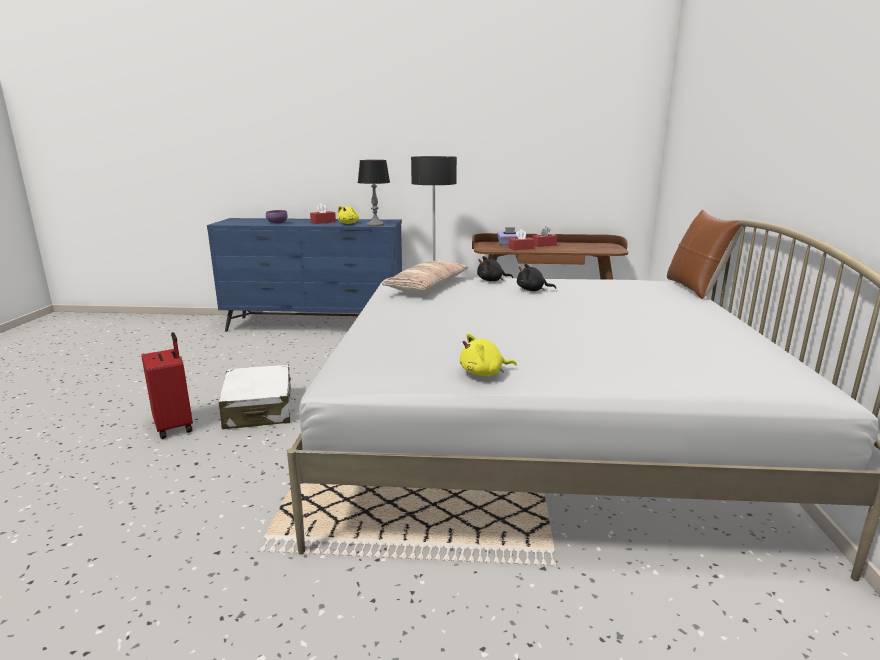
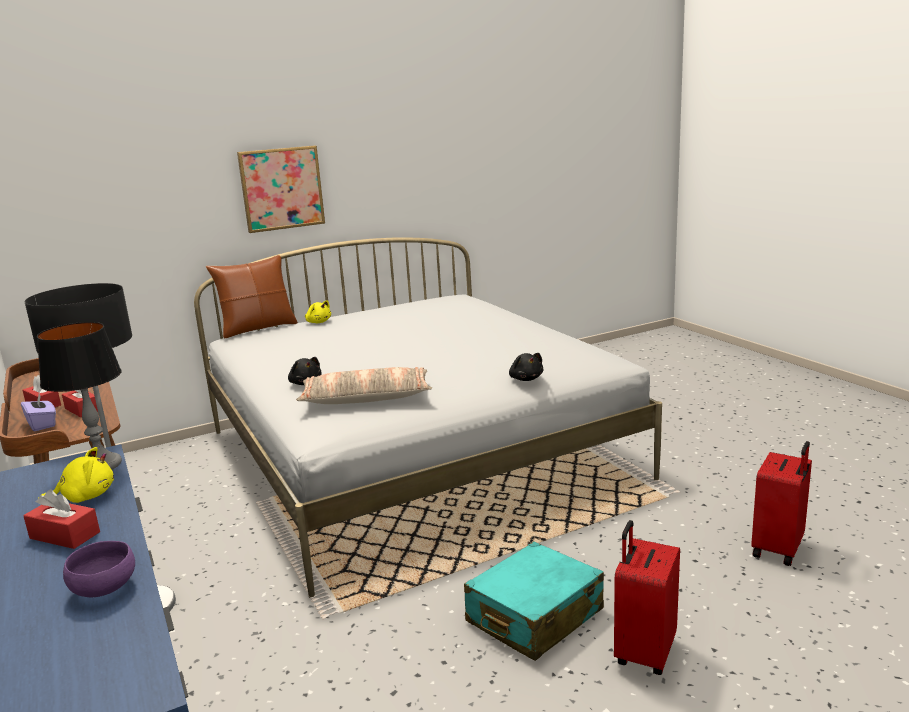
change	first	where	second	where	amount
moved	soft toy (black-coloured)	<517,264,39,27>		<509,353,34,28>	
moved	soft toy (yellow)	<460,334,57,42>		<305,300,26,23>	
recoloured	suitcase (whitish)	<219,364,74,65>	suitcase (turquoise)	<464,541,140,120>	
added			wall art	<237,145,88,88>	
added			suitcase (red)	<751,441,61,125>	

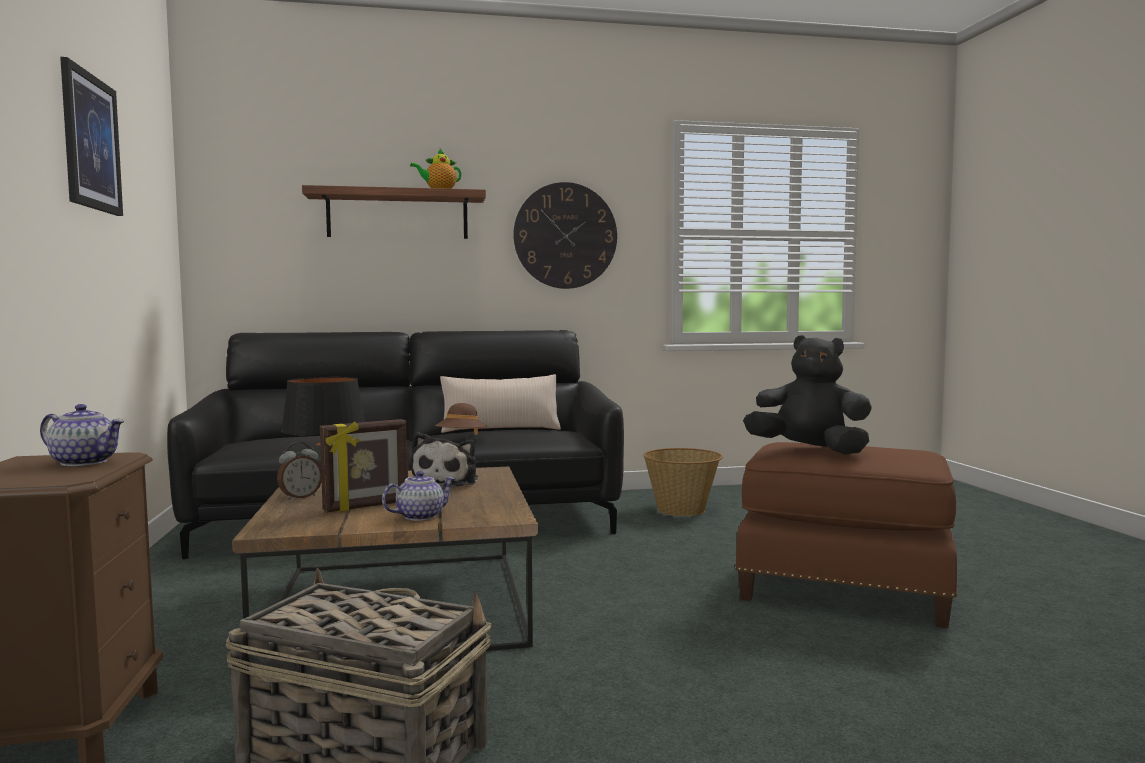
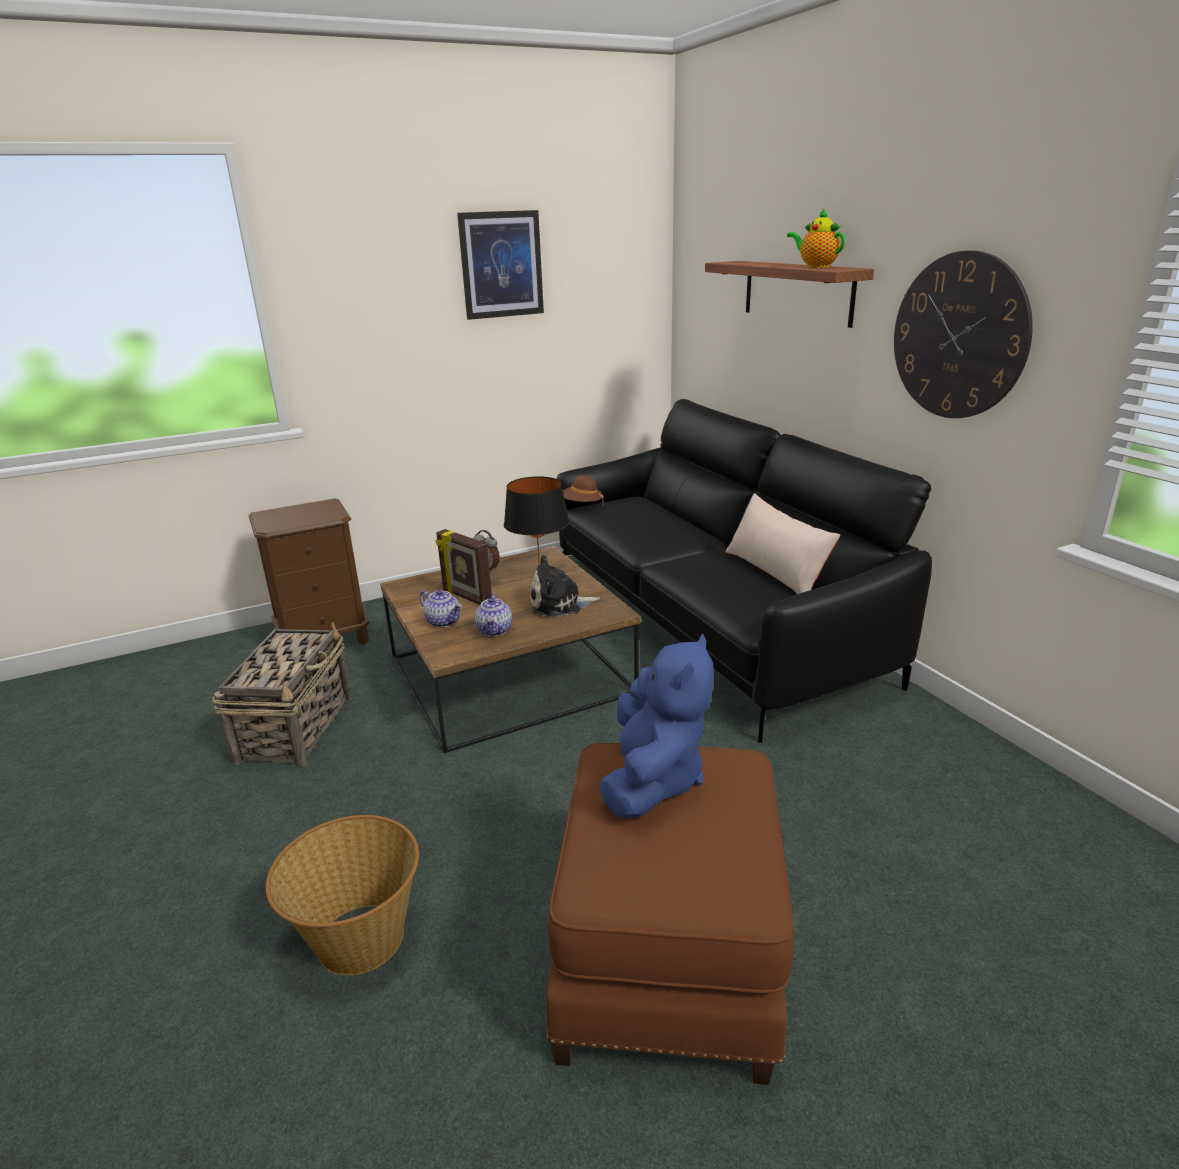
change	first	where	second	where	amount
recoloured	soft toy (black-coloured)	<743,335,129,120>	soft toy (blue-coloured)	<599,633,114,186>	
moved	hat (brownish)	<435,403,52,32>		<563,475,41,30>	
moved	tea pot	<40,404,84,62>		<475,594,37,42>	
moved	household basket	<643,448,80,68>		<266,815,153,161>	

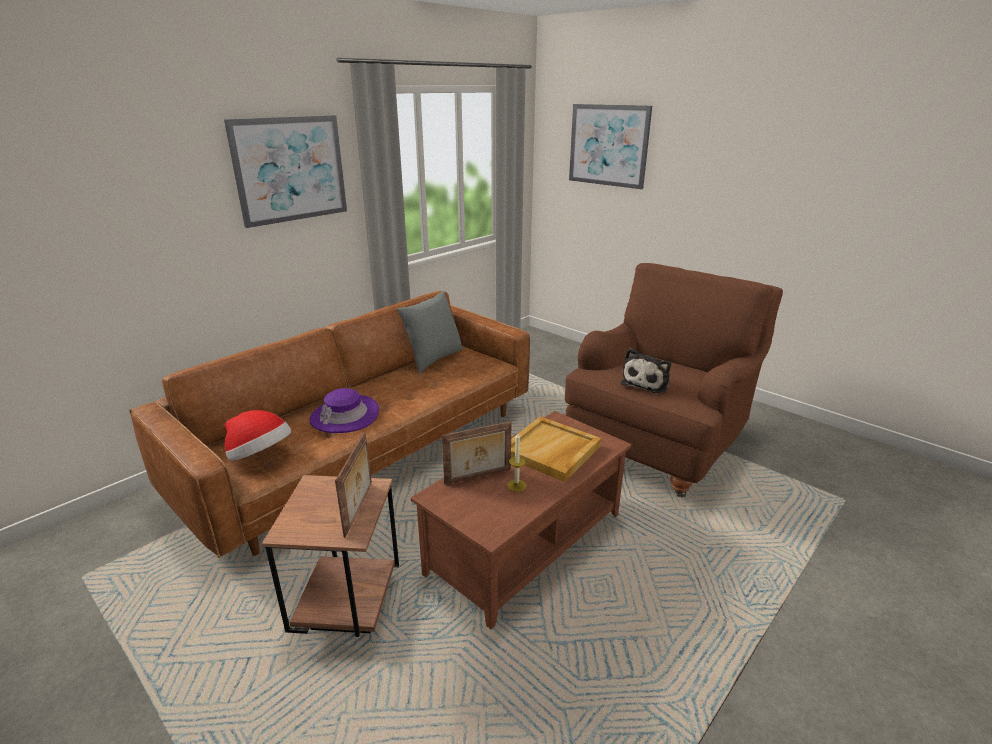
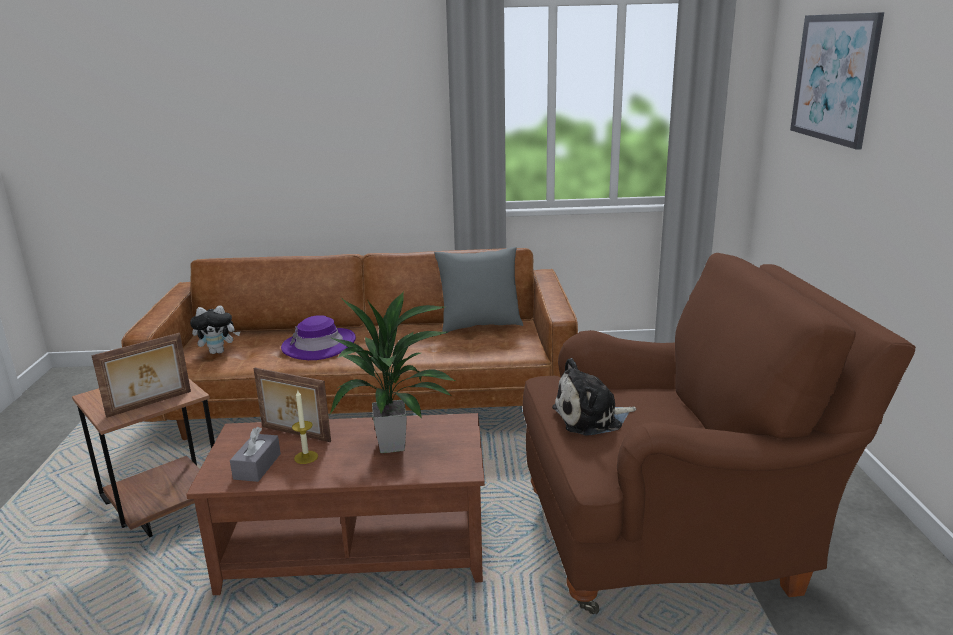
change	first	where	second	where	amount
removed	wall art	<224,115,123,113>			
replaced	hat	<224,410,67,51>	soft toy	<190,306,50,48>	
replaced	tray (sand-coloured)	<511,416,90,66>	houseplant	<330,291,125,162>	
added			tissue holder (gray)	<230,427,51,55>	

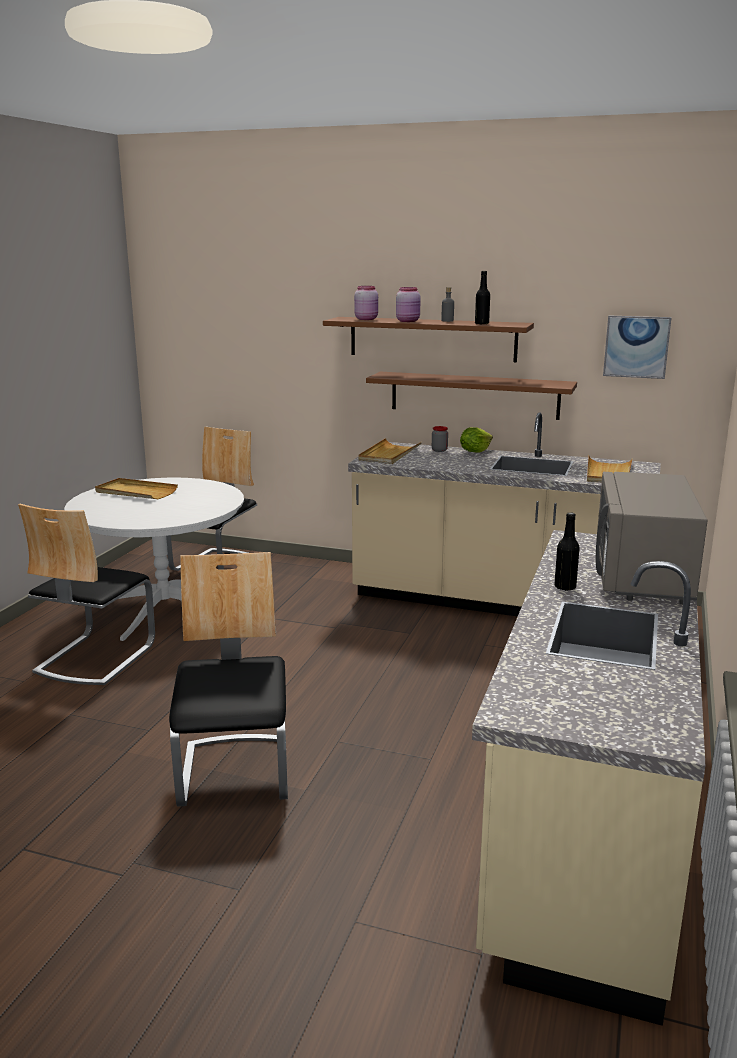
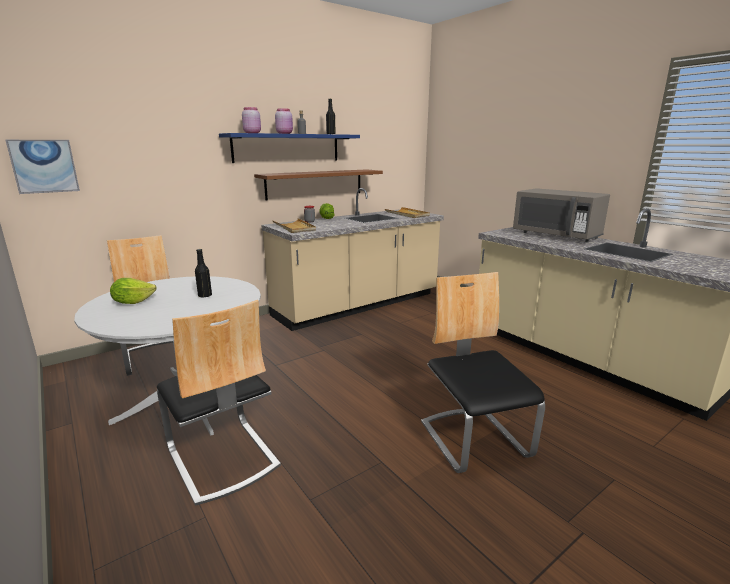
change	first	where	second	where	amount
moved	wall art	<603,316,69,63>		<5,140,75,54>	
recoloured	bracket shelf (brownish)	<323,317,211,45>	bracket shelf (blue-coloured)	<219,133,141,30>	
replaced	tray (sand-coloured)	<95,478,83,21>	lettuce	<110,278,46,26>	
moved	drink bottle (black-coloured)	<554,512,26,79>		<195,249,17,48>	
turned	plain chair	<169,552,119,255>		<421,272,124,201>	45 degrees clockwise

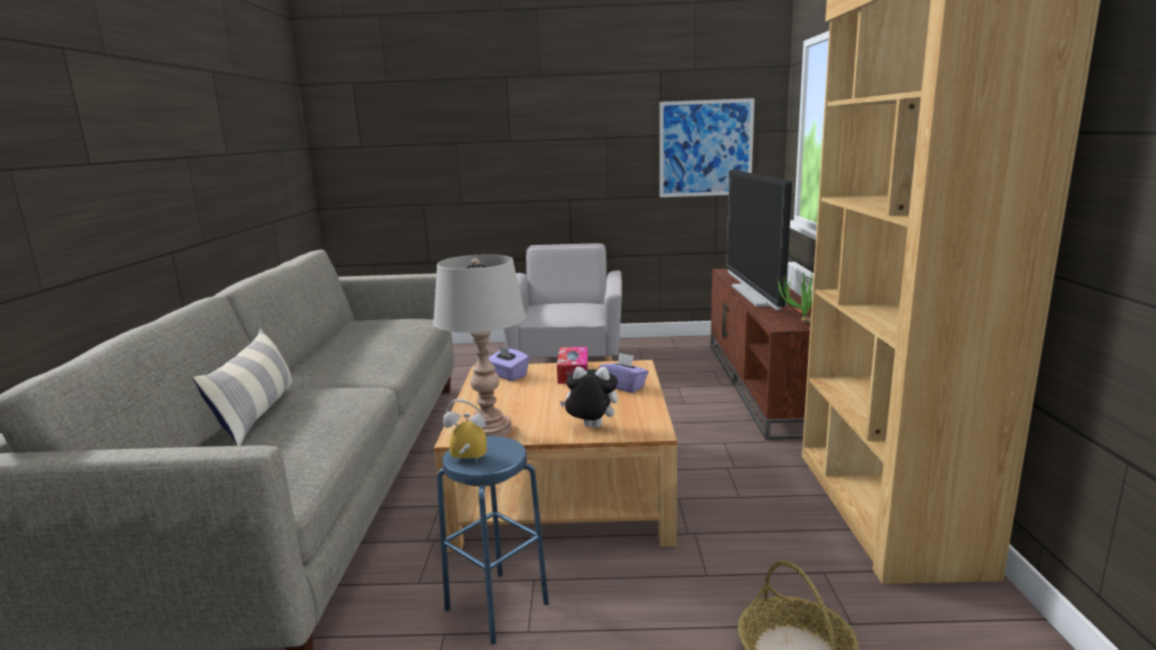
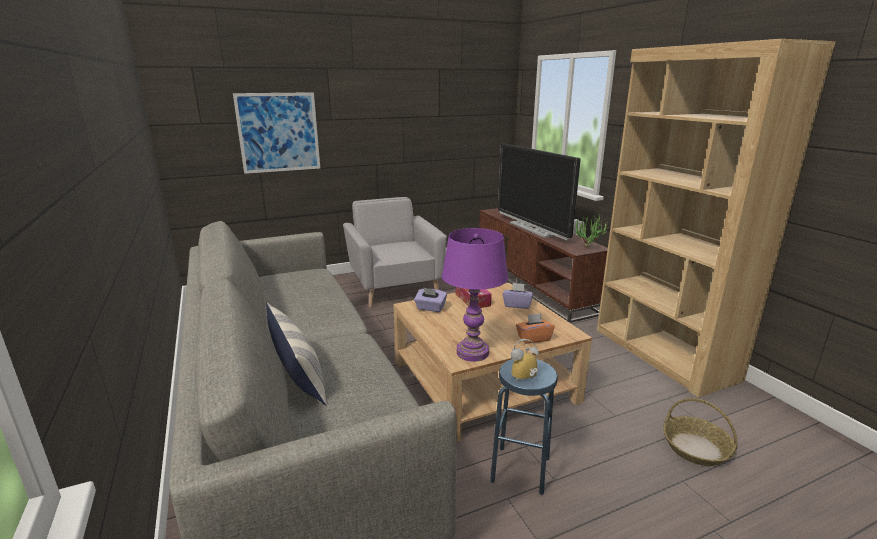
change	first	where	second	where	amount
moved	wall art	<660,98,95,99>		<233,92,87,82>	
recoloured	tabletop lamp (gray)	<433,255,93,182>	tabletop lamp (purplish)	<442,228,66,134>	
replaced	soft toy	<560,367,58,61>	tissue holder (orangey)	<516,313,39,31>	

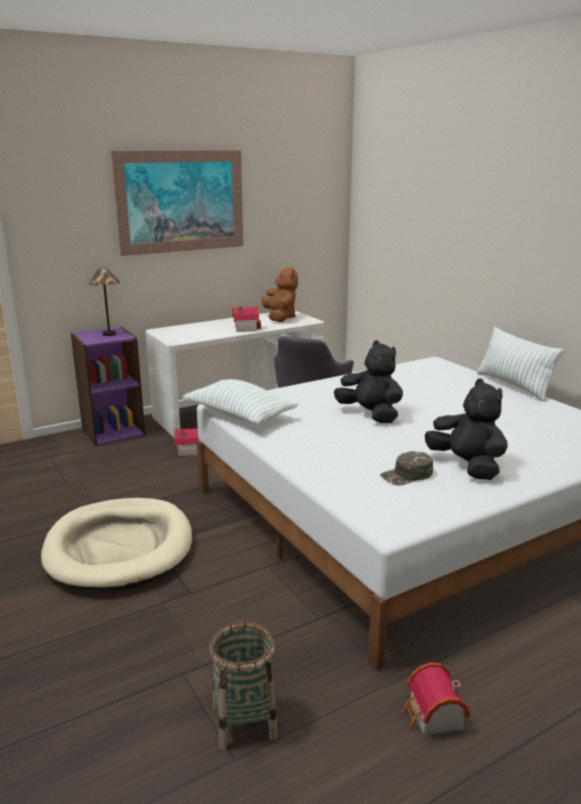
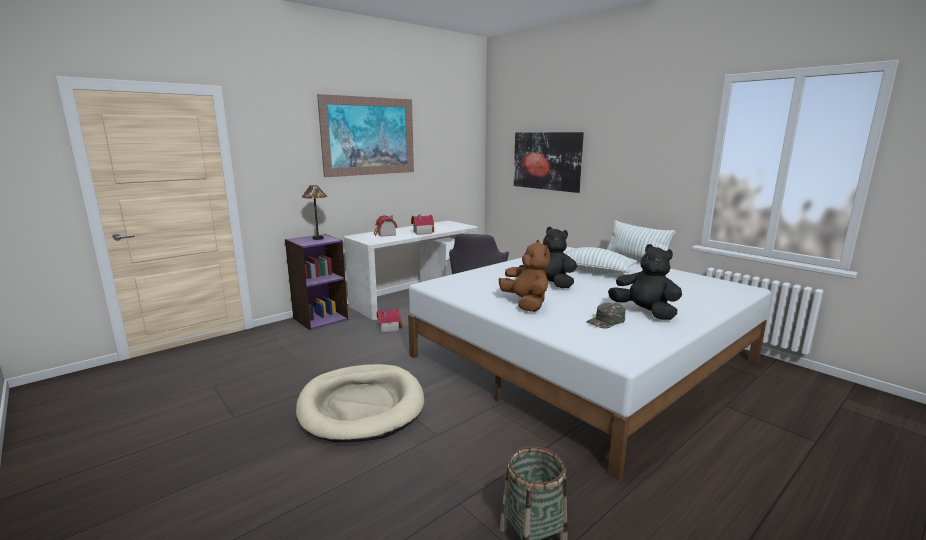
change	first	where	second	where	amount
moved	soft toy (brownish)	<262,266,36,56>		<499,240,51,72>	
moved	throw pillow	<183,379,115,46>		<564,247,73,27>	
moved	toy house	<402,662,68,74>		<374,215,23,22>	
added			wall art	<514,132,70,61>	

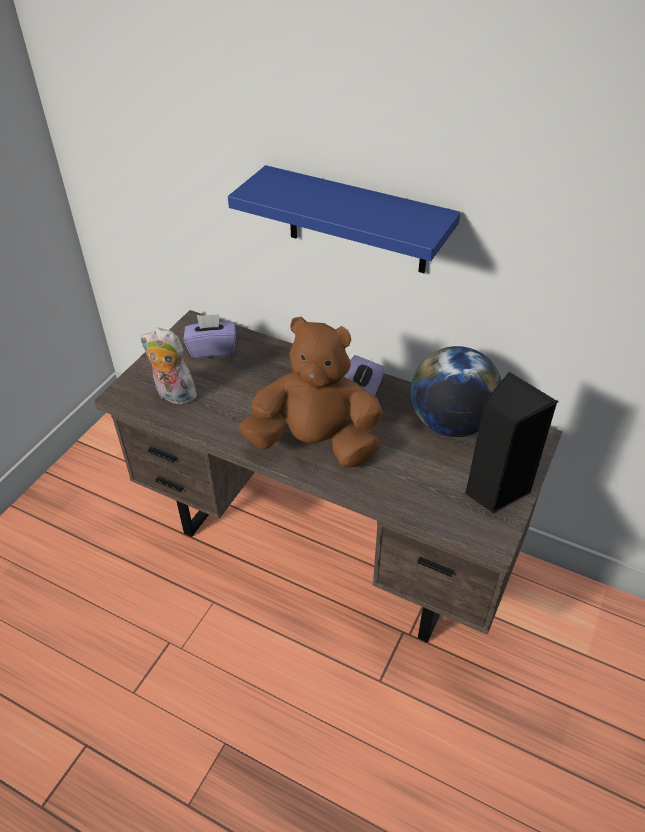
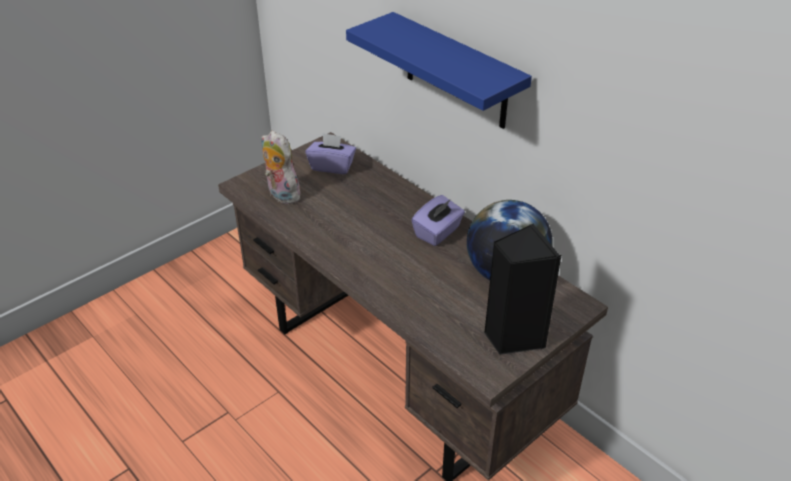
change	first	where	second	where	amount
removed	soft toy (brownish)	<239,317,144,150>			

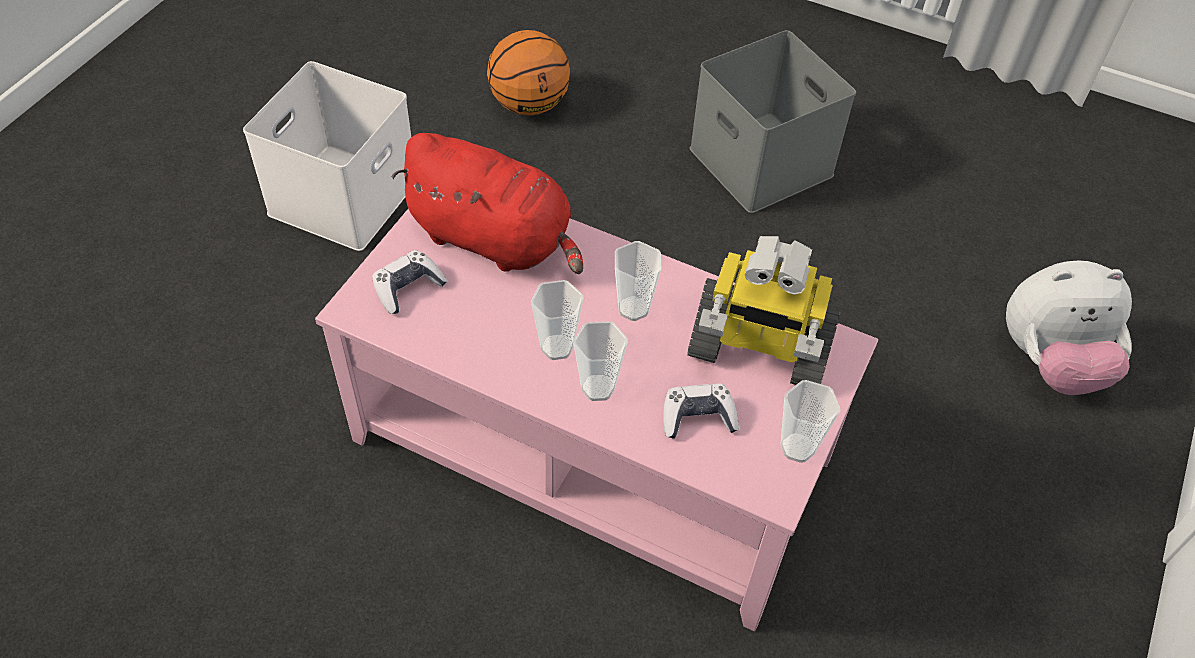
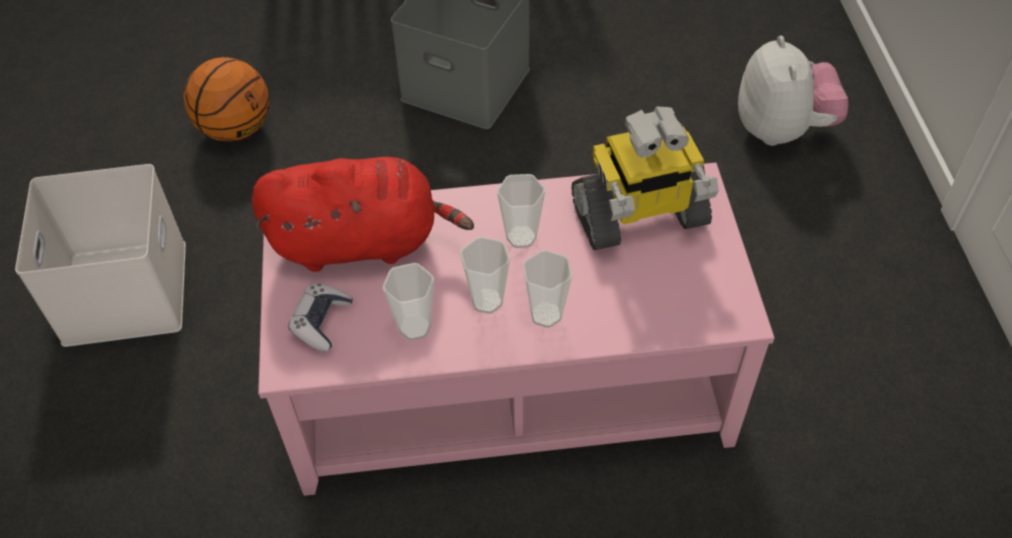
change	first	where	second	where	amount
turned	soft toy	<1006,260,126,135>		<738,36,110,110>	60 degrees counterclockwise
moved	cup	<780,380,60,83>		<383,263,51,78>	
removed	joypad	<663,383,76,56>			

